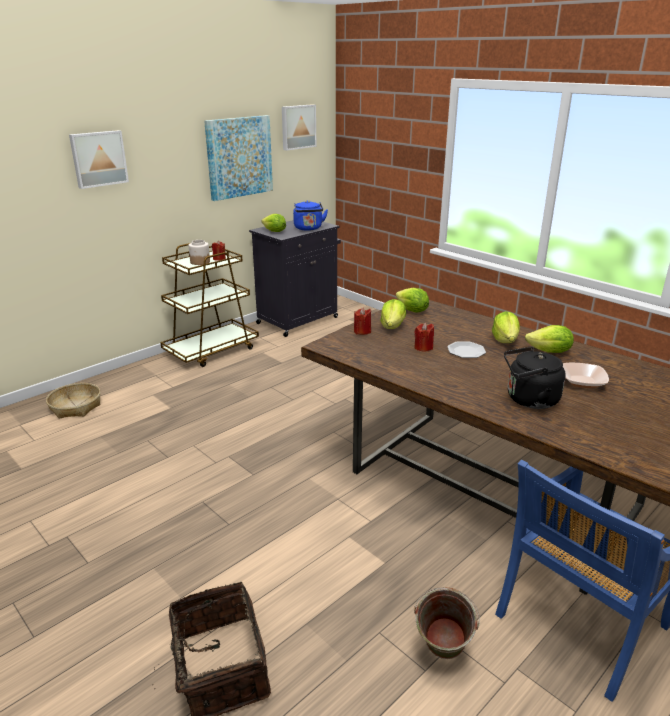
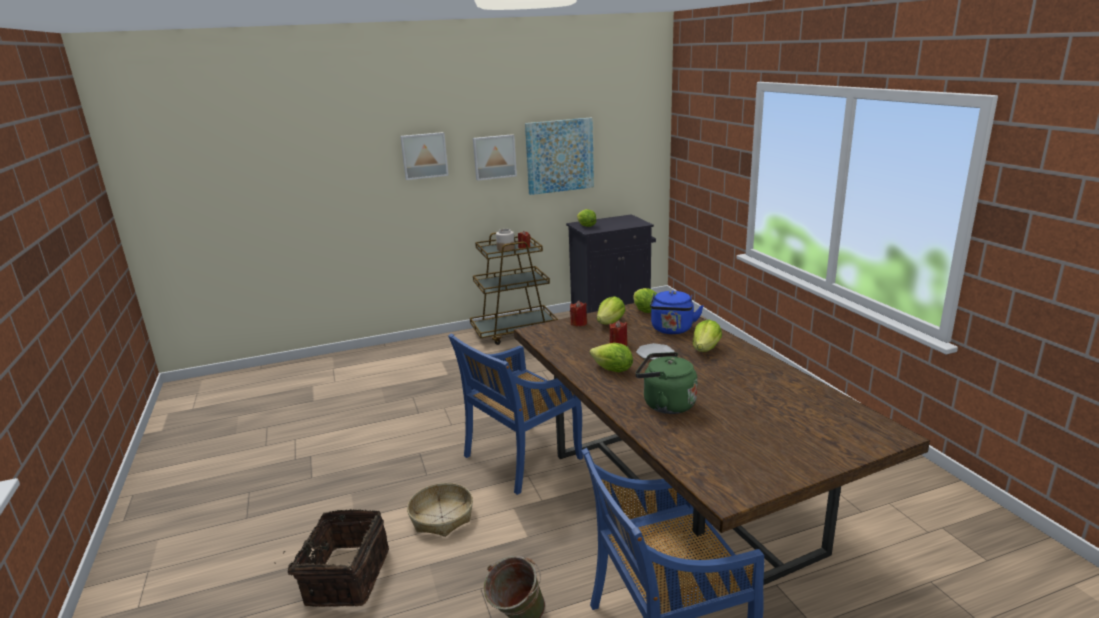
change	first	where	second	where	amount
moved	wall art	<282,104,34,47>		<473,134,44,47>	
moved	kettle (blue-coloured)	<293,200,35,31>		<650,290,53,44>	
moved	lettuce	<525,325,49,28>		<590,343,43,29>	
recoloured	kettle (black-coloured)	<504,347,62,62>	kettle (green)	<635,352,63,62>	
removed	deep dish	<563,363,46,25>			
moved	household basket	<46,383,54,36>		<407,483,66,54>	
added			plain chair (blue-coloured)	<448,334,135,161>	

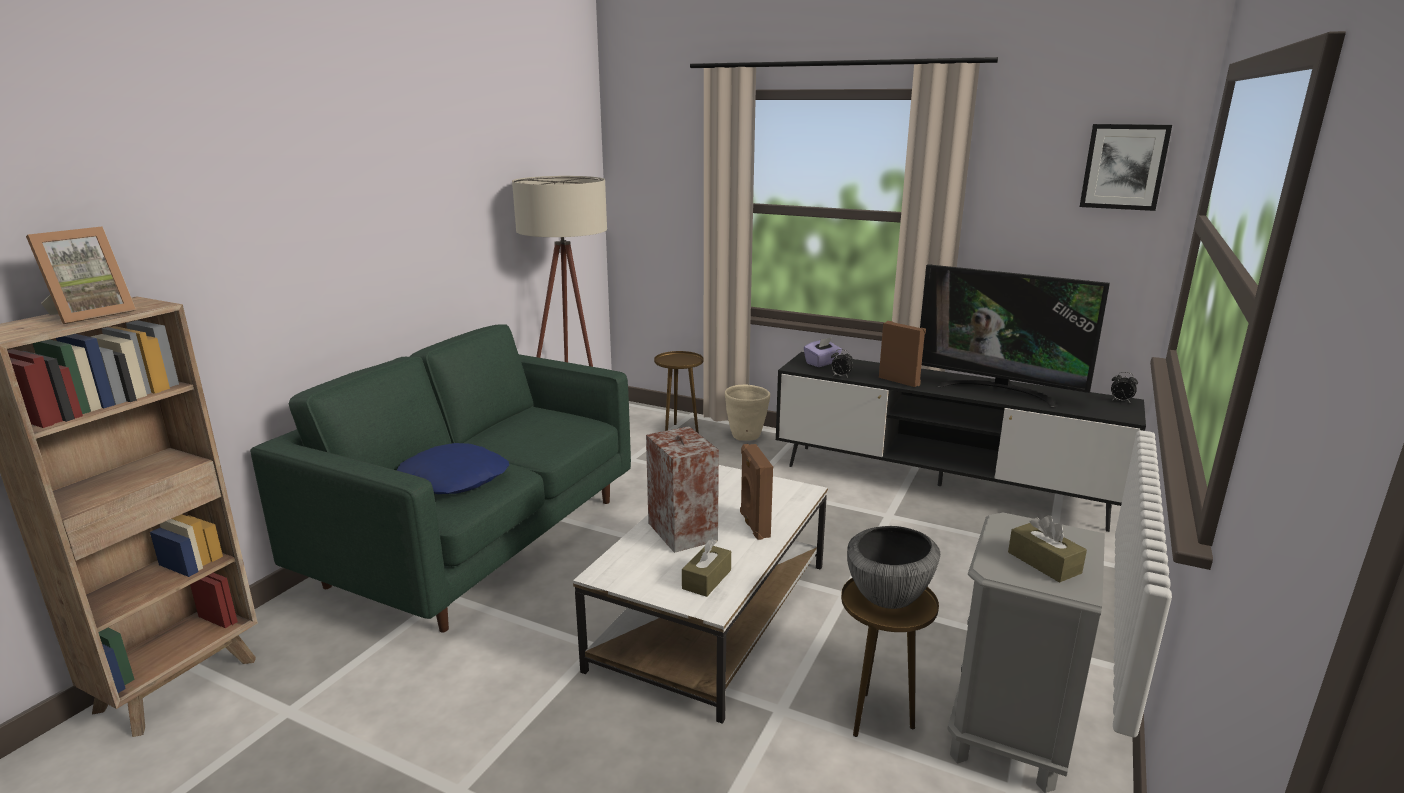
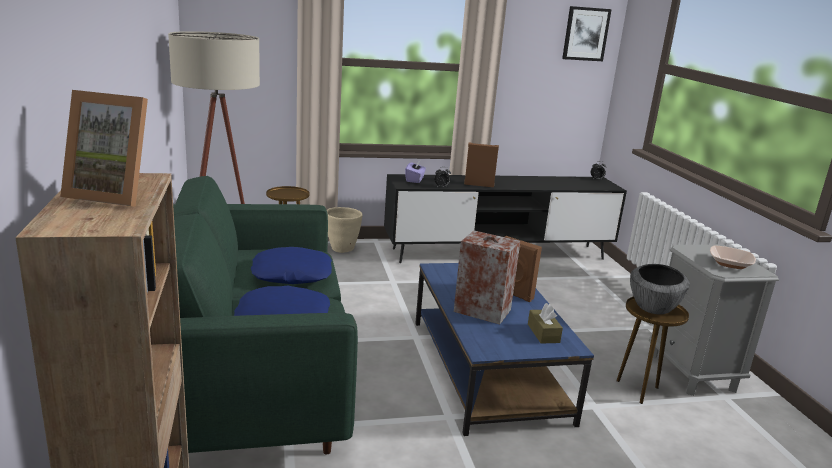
change	first	where	second	where	amount
turned	picture frame	<26,226,110,98>		<60,90,88,117>	105 degrees clockwise
removed	television	<920,264,190,143>			
recoloured	low table (whitish)	<573,465,255,259>	low table (blue-coloured)	<415,263,179,173>	
replaced	tissue holder (brownish)	<1008,515,79,68>	deep dish	<710,245,46,24>	
added			throw pillow (blue-coloured)	<251,247,81,37>	

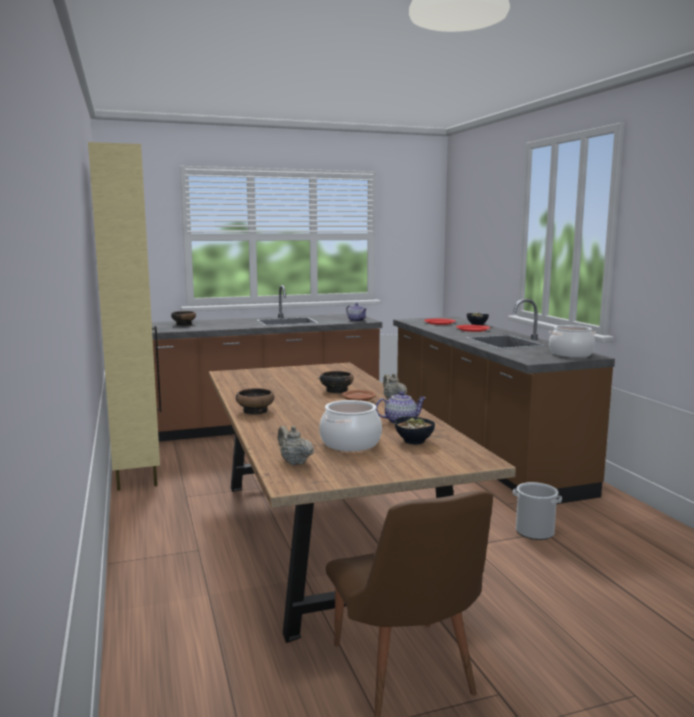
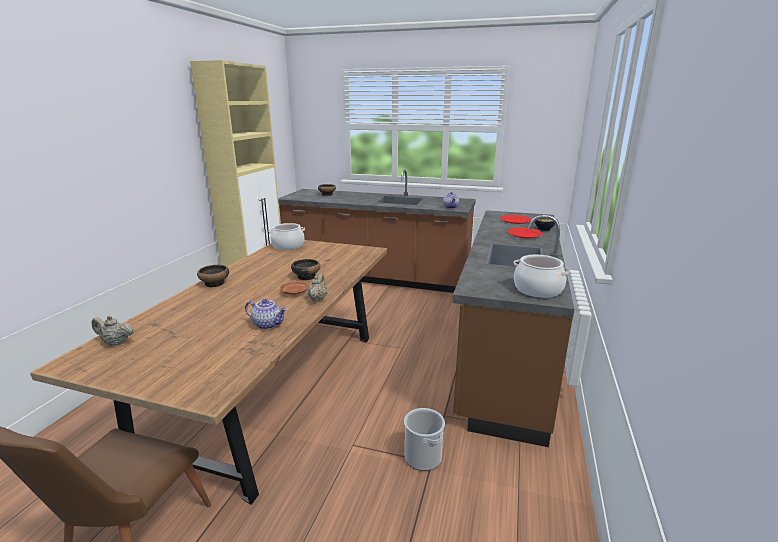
change	first	where	second	where	amount
moved	cooking pot	<319,400,63,51>		<268,223,37,27>	
removed	deep dish	<395,416,40,29>			
turned	tea pot (sand-coloured)	<278,426,36,39>		<91,315,43,31>	75 degrees counterclockwise

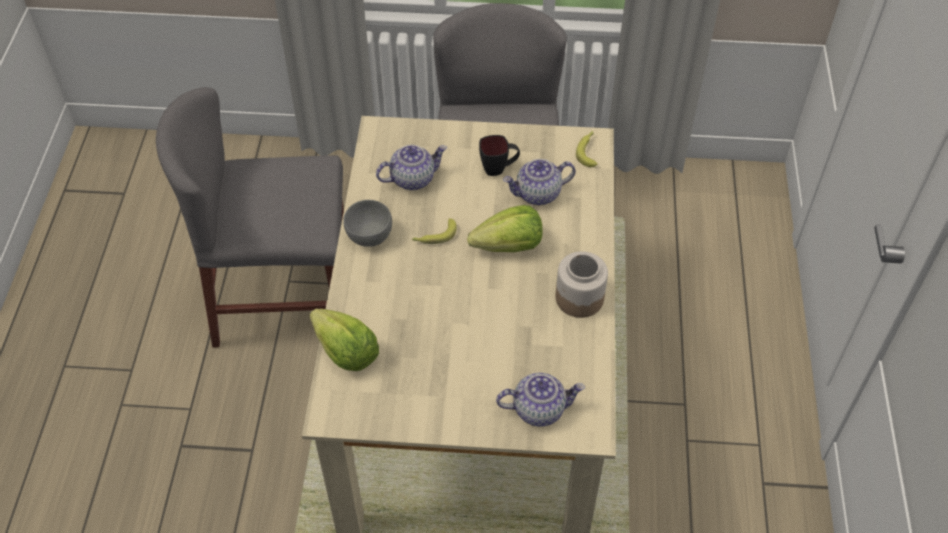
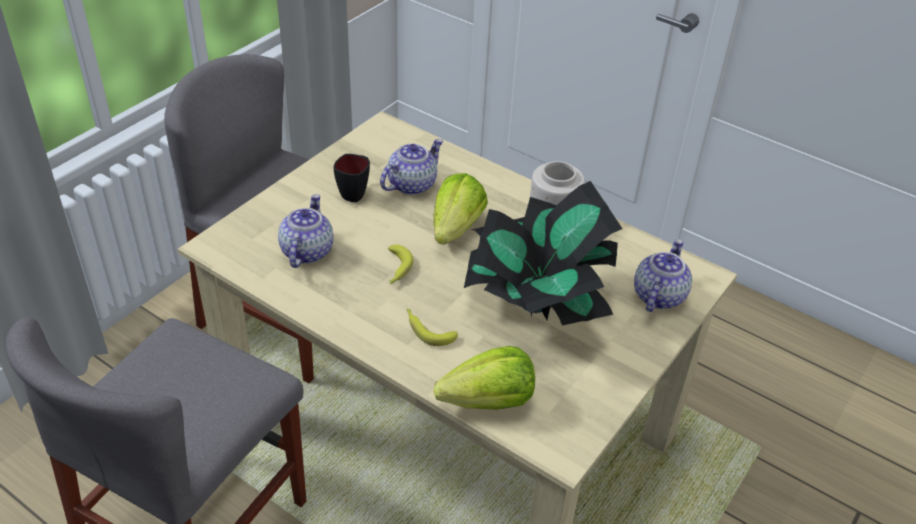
change	first	where	second	where	amount
moved	whole banana	<576,131,22,36>		<407,309,51,37>	
turned	tea pot	<503,159,72,46>		<380,139,64,56>	150 degrees counterclockwise
removed	deep dish (gray)	<343,200,49,47>			
added			houseplant	<464,181,159,144>	

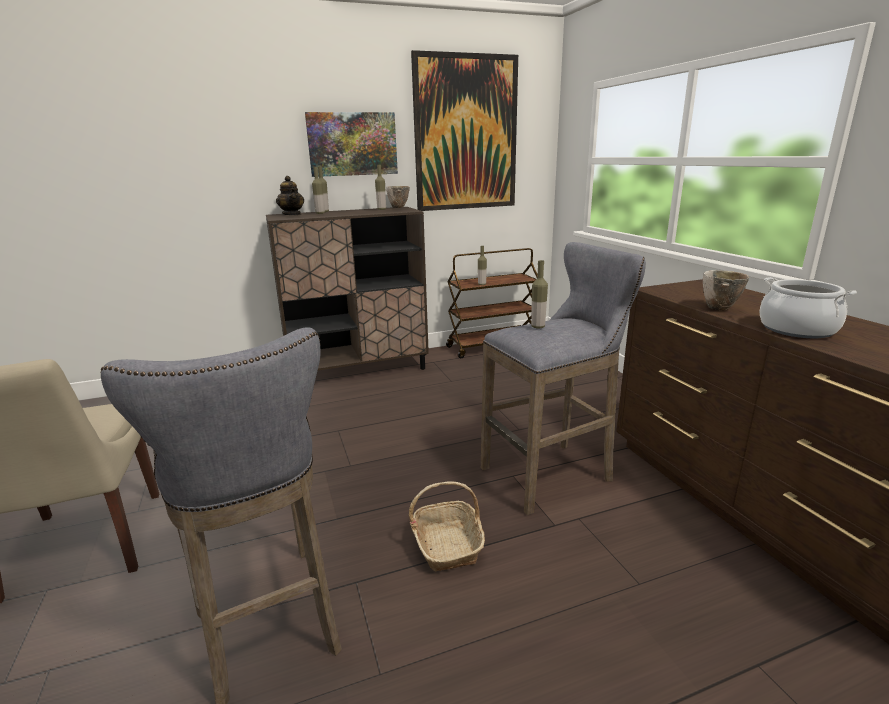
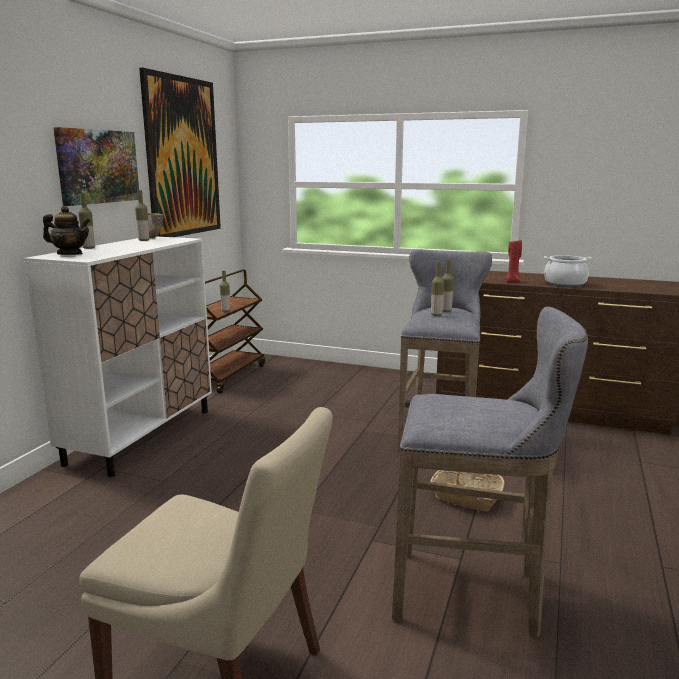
change	first	where	second	where	amount
moved	drink bottle	<312,167,13,47>		<442,260,12,52>	
recoloured	cabinet (brownish)	<266,207,163,164>	cabinet (whitish)	<24,237,188,240>	
replaced	deep dish	<703,270,46,40>	wax light (red)	<504,240,18,42>	

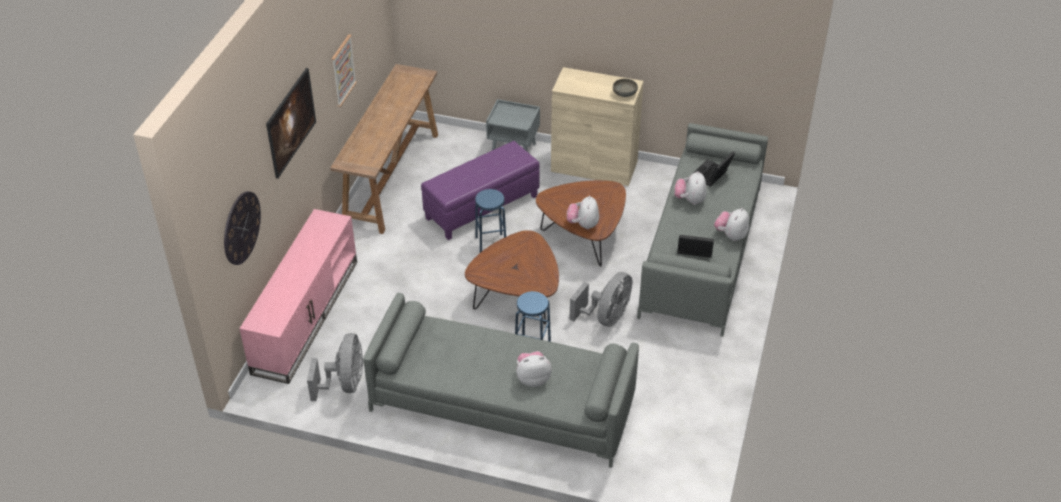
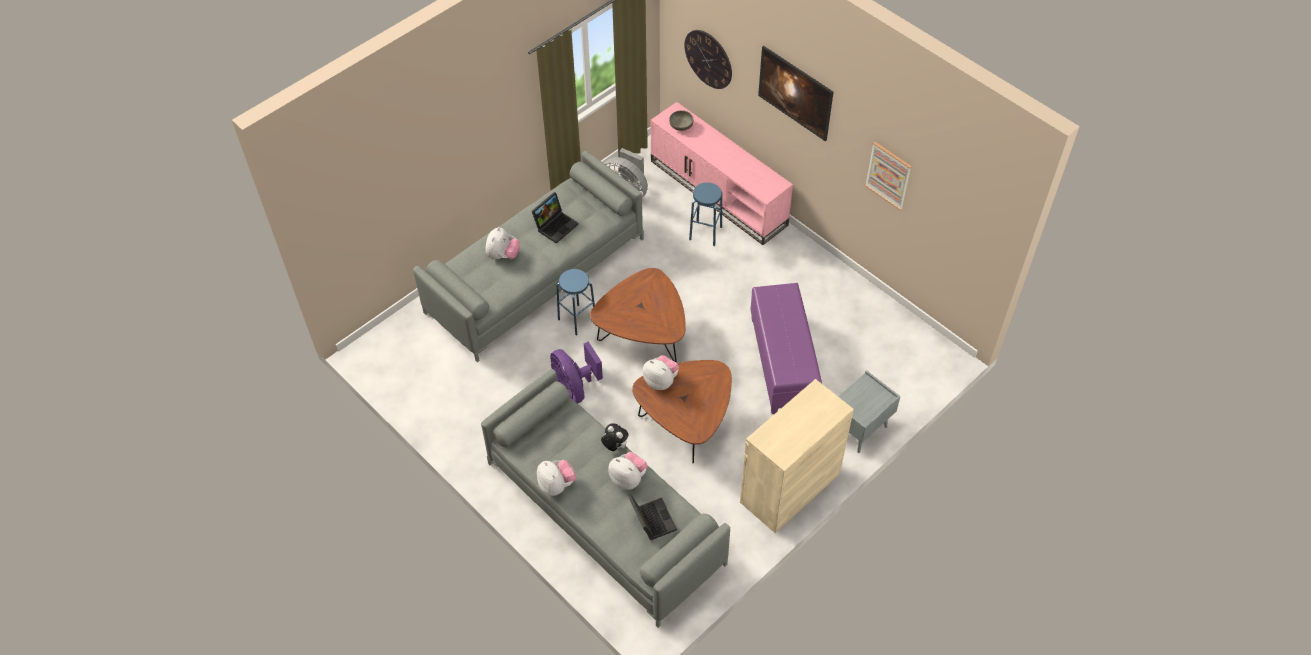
change	first	where	second	where	amount
removed	console table (brownish)	<330,64,108,170>			
moved	deep dish (gray)	<613,79,25,18>		<669,110,25,21>	
moved	stool (blue-coloured)	<475,189,31,64>		<689,182,33,64>	
moved	notebook computer	<677,235,37,23>		<532,192,46,52>	
recoloured	electric fan (gray)	<569,272,63,55>	electric fan (purplish)	<550,341,53,63>	
added			soft toy	<601,423,28,28>	

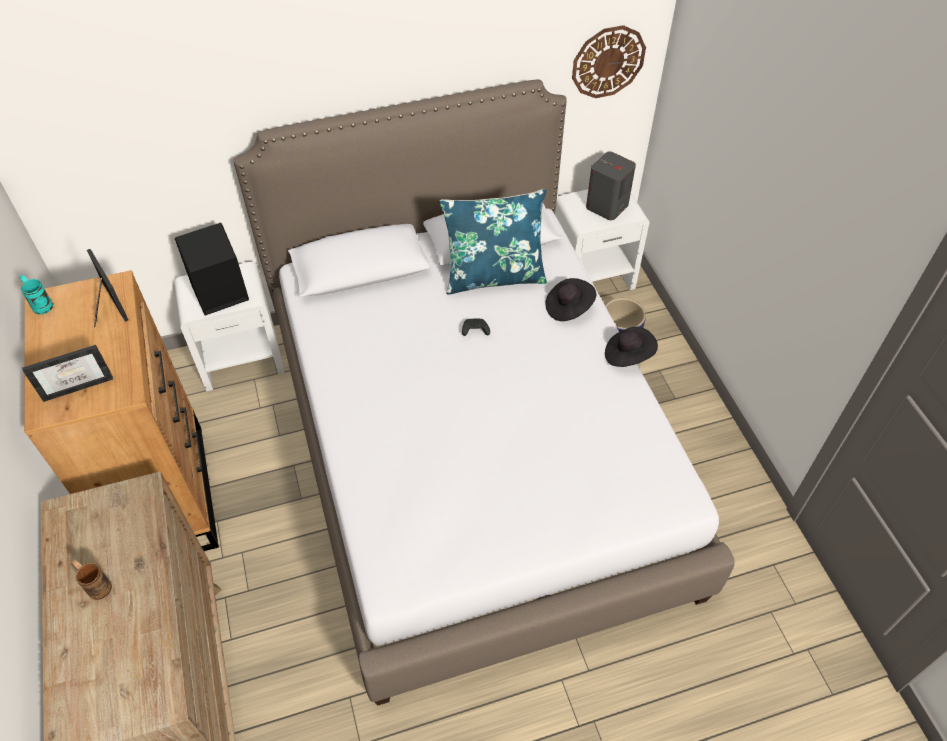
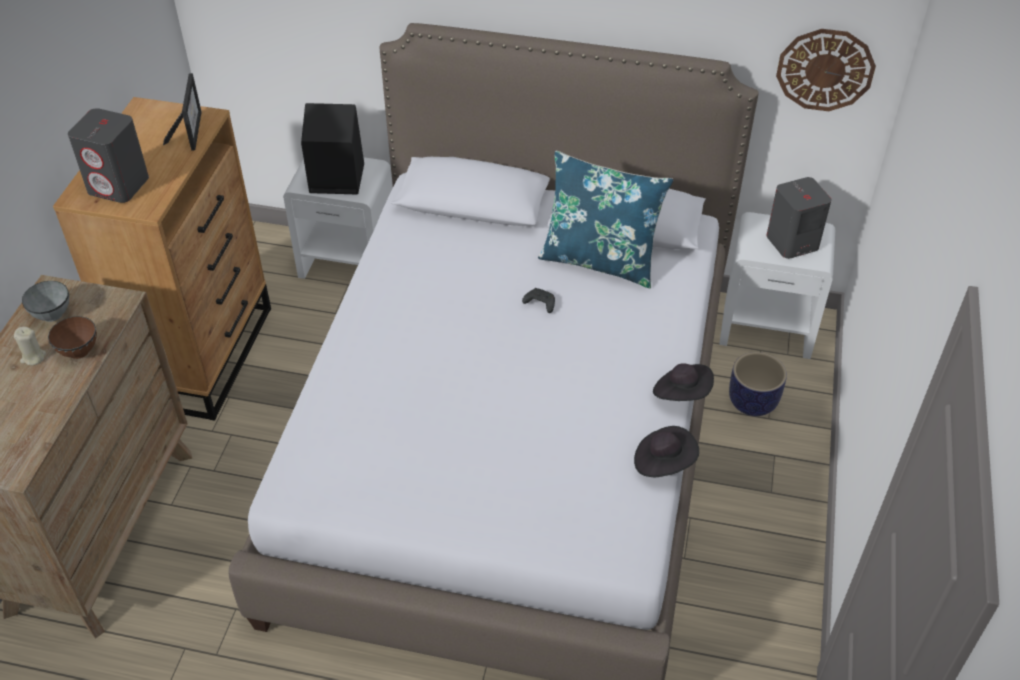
change	first	where	second	where	amount
removed	tea mug (turquoise)	<19,275,34,40>			
moved	hat (black-coloured)	<545,278,51,43>		<634,426,65,51>	
replaced	picture frame	<22,345,91,57>	audio speaker (gray)	<68,108,81,95>	
replaced	tea mug (brownish)	<70,559,42,41>	wax light (sand-coloured)	<14,327,32,38>	
added			deep dish (gray)	<22,281,47,41>	
added			deep dish (brownish)	<48,316,49,43>	

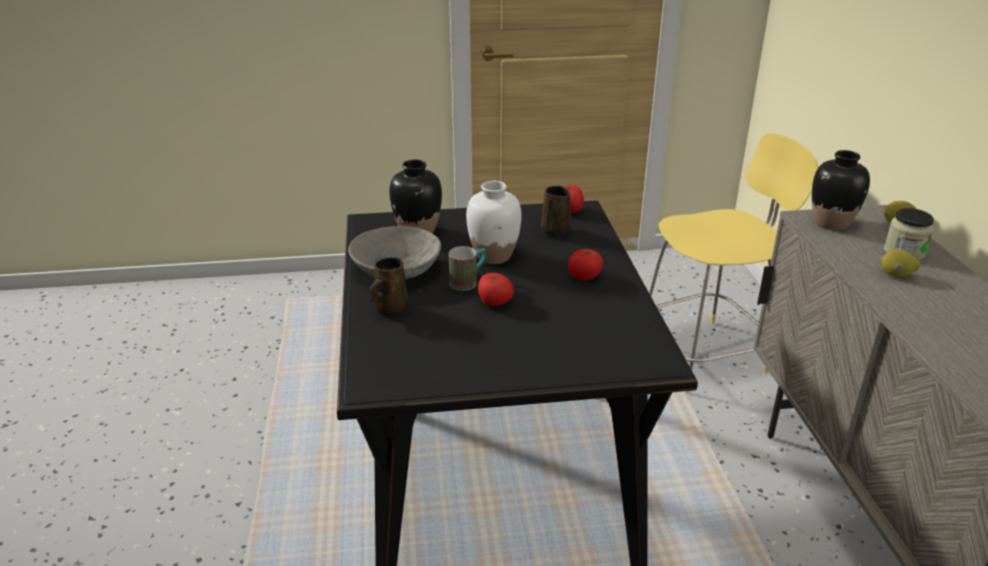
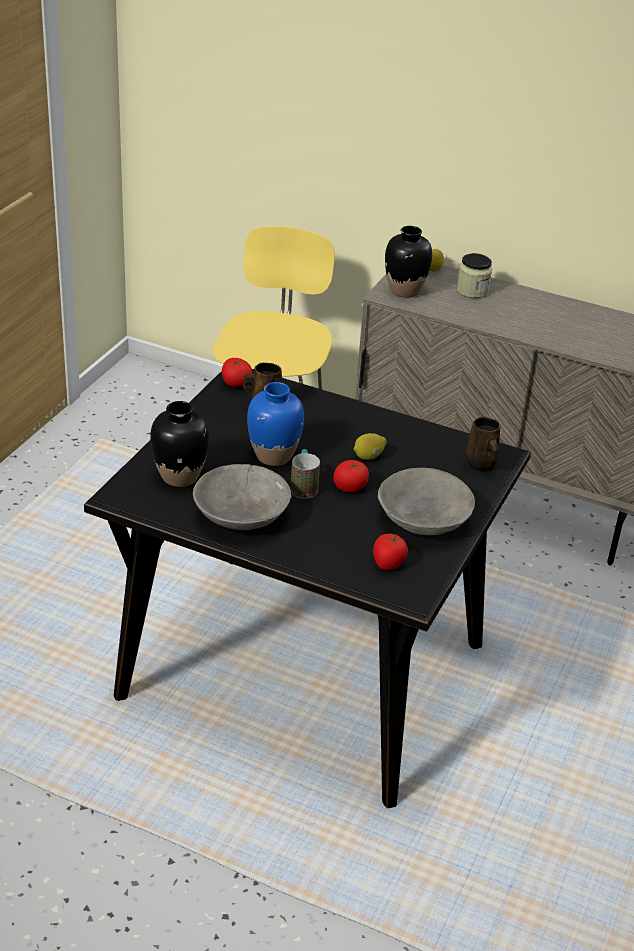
change	first	where	second	where	amount
recoloured	decorative vase (whitish)	<466,181,56,83>	decorative vase (blue-coloured)	<247,382,57,84>	
moved	fresh tomato	<568,249,35,31>		<373,534,35,36>	
moved	lemon	<880,250,41,27>		<354,433,33,27>	
moved	tea mug (brownish)	<370,257,39,59>		<466,417,34,55>	
added			deep dish (gray)	<378,468,97,67>	

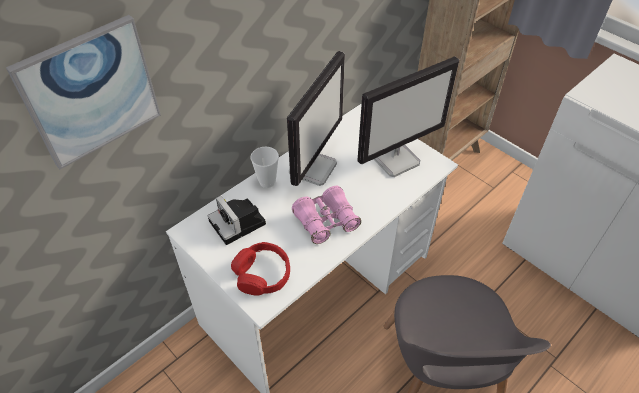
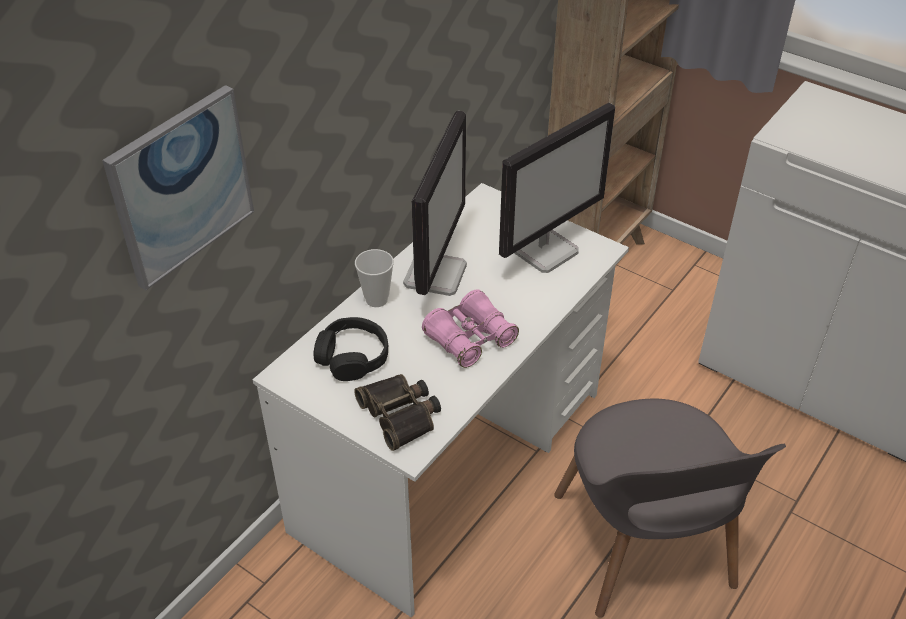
change	first	where	second	where	amount
replaced	photo camera	<208,195,58,50>	pair of headphones (black-coloured)	<314,317,74,64>	
replaced	pair of headphones (red)	<231,242,59,54>	binoculars	<354,374,87,77>	

